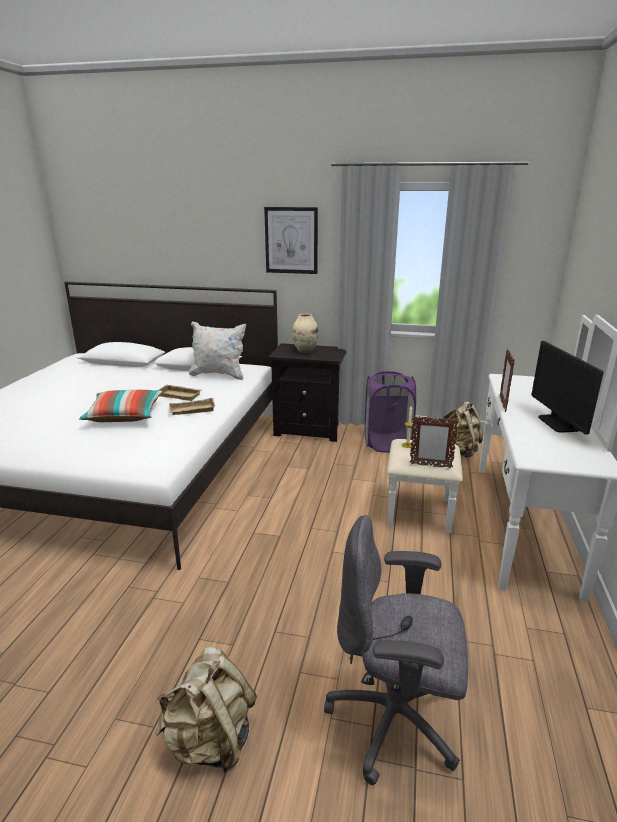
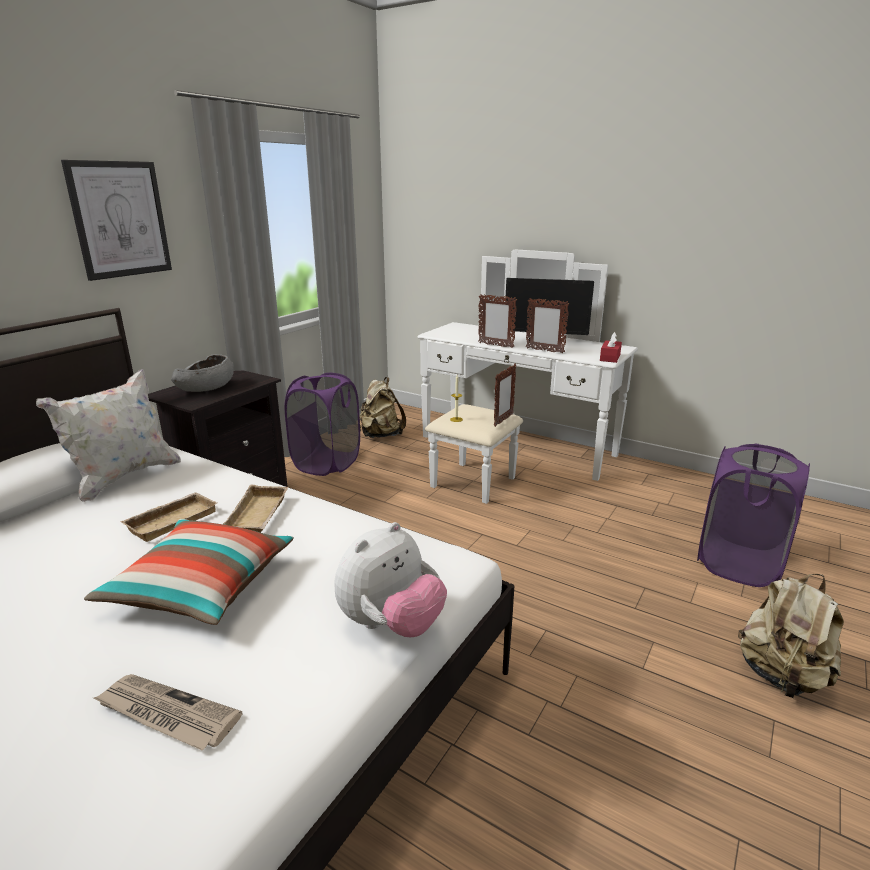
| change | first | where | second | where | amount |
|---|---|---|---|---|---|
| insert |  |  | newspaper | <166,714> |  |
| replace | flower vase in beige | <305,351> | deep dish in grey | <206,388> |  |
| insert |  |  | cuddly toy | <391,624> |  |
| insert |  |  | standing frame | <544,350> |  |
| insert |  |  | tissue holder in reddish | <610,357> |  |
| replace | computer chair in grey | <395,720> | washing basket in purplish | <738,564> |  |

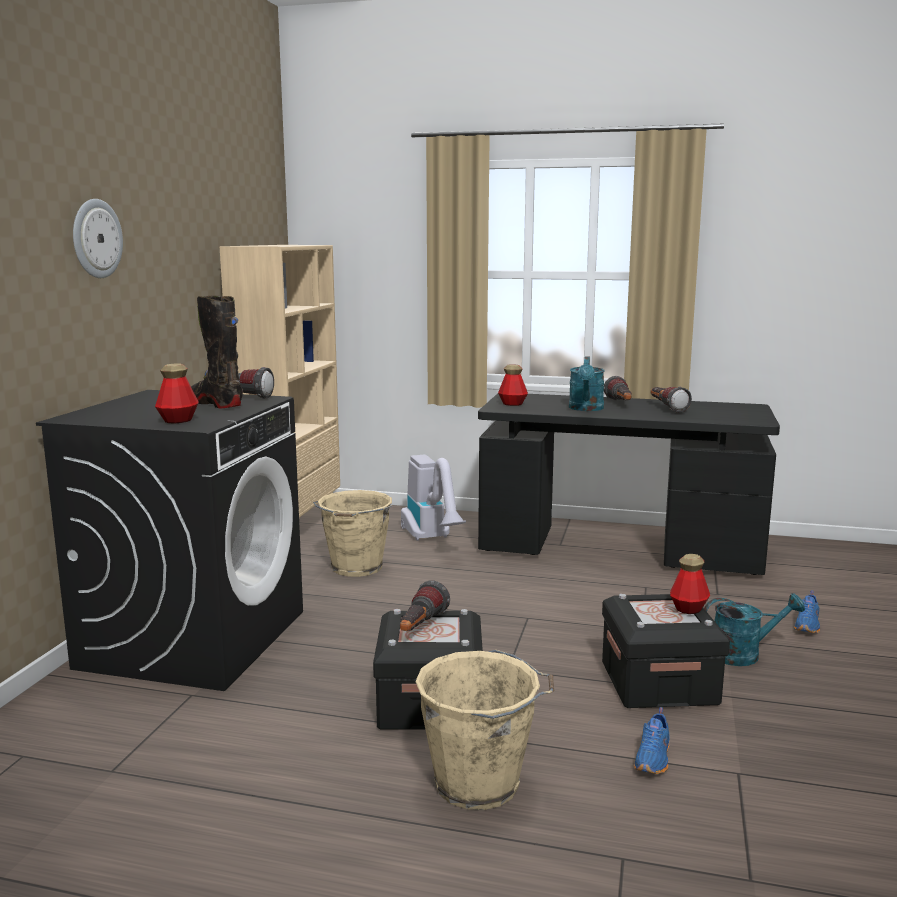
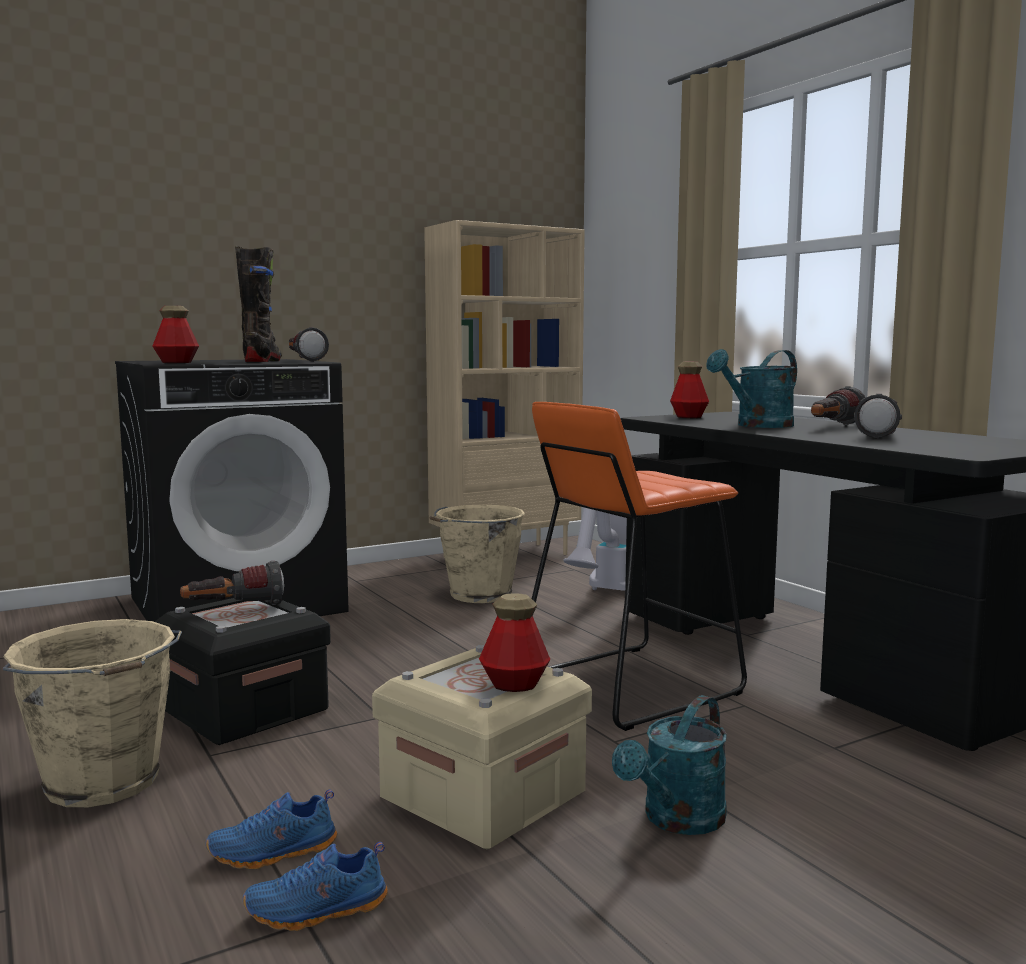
| change | first | where | second | where | amount |
|---|---|---|---|---|---|
| move | shoe in blue-coloured | <808,625> |  | <317,911> |  |
| recolor | storage box in blackish | <658,683> | storage box in beige | <483,795> |  |
| insert |  |  | stool seat in orangey | <629,684> |  |
| rotate | sprinkling can in turquoise | <743,654> |  | <677,821> | 90 degrees clockwise |
| delete | clock on the wall | <96,238> |  |  |  |

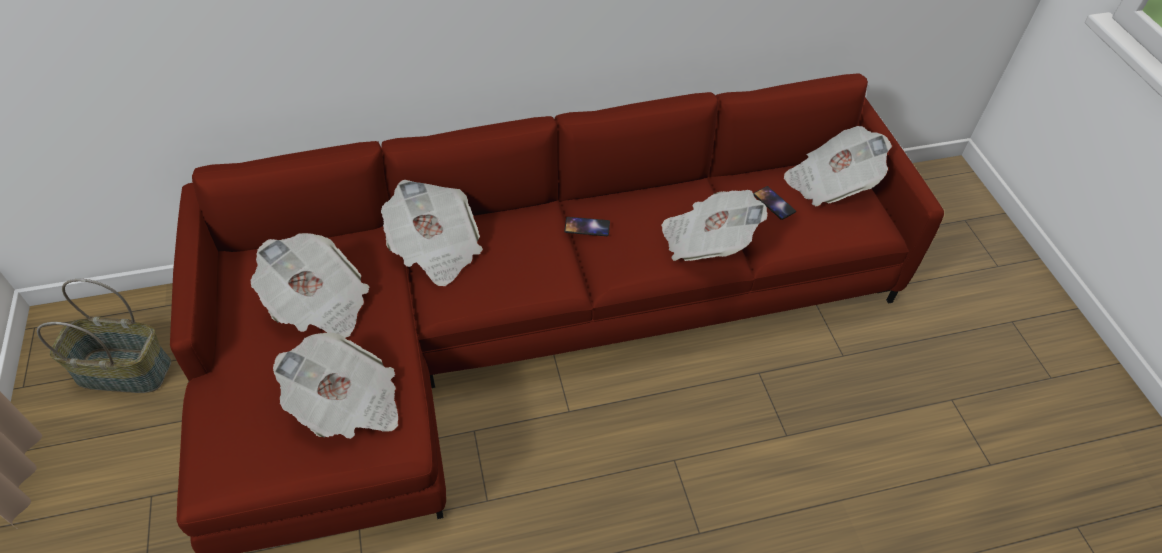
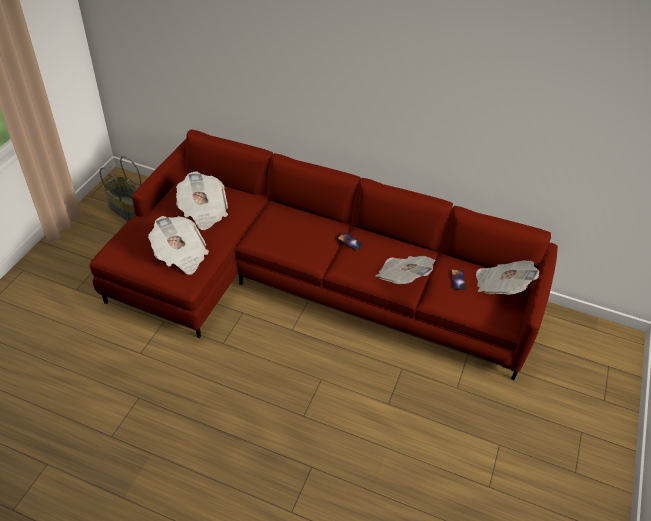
| change | first | where | second | where | amount |
|---|---|---|---|---|---|
| delete | newspaper | <435,248> |  |  |  |

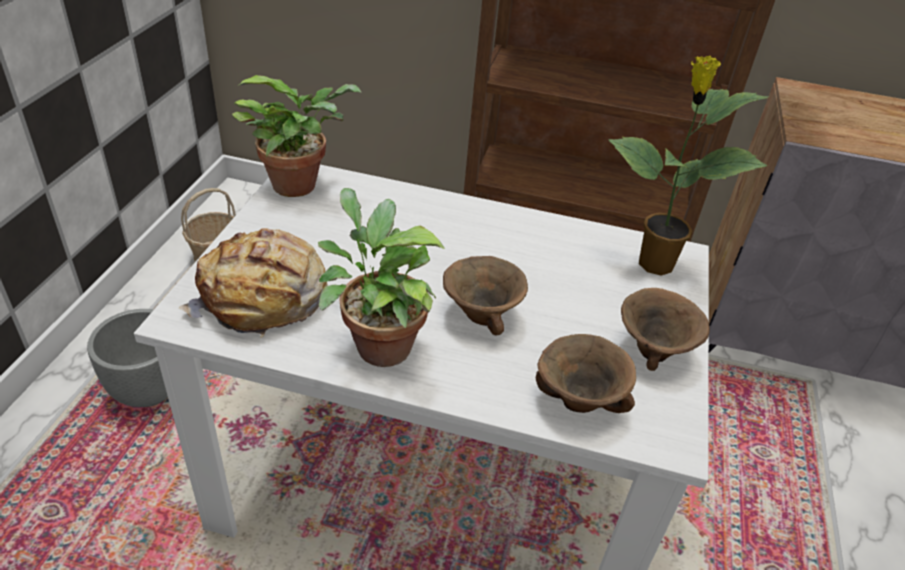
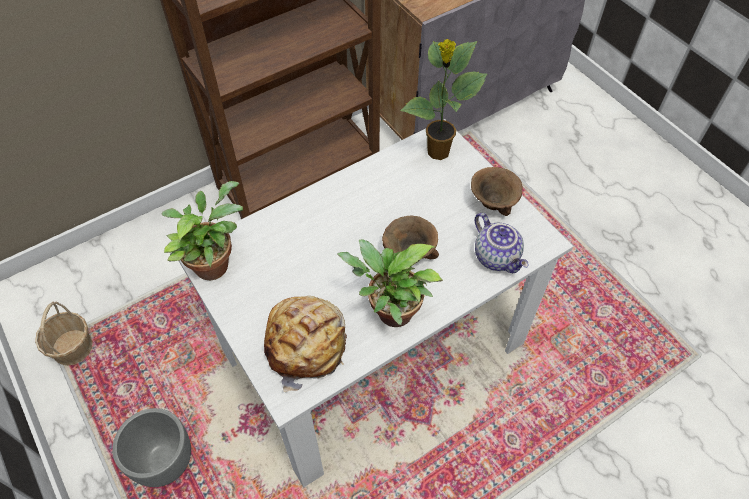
| change | first | where | second | where | amount |
|---|---|---|---|---|---|
| replace | deep dish in brown | <580,402> | tea pot | <497,257> |  |

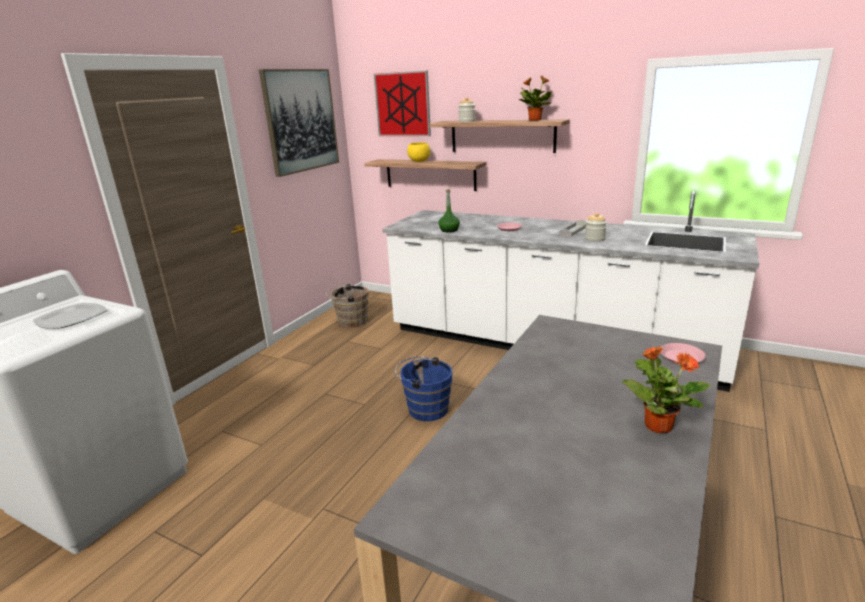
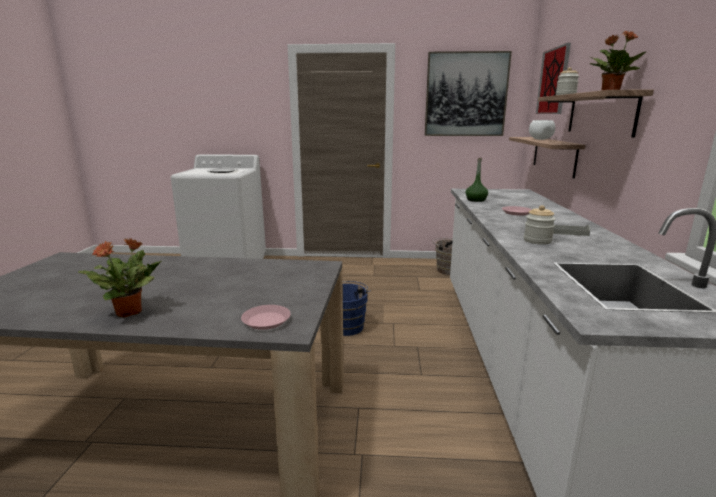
| change | first | where | second | where | amount |
|---|---|---|---|---|---|
| recolor | deep dish in yellowish | <419,161> | deep dish in white | <540,139> |  |

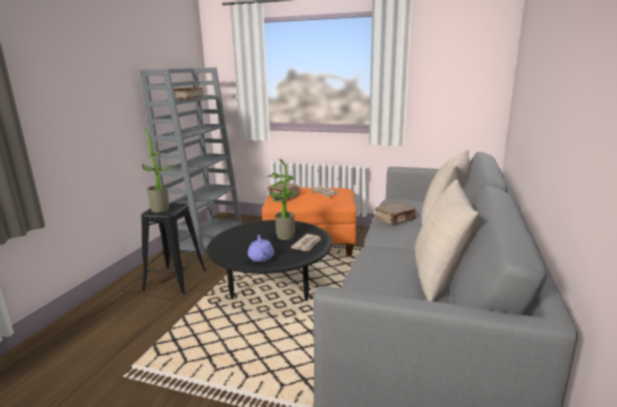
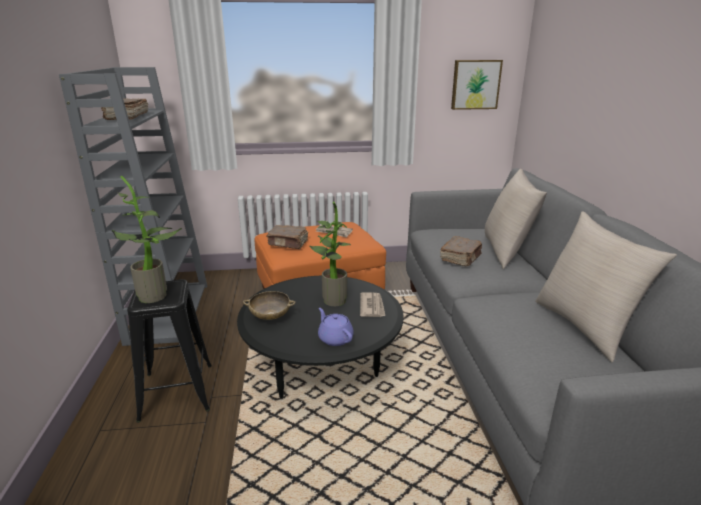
| change | first | where | second | where | amount |
|---|---|---|---|---|---|
| insert |  |  | deep dish in beige | <270,317> |  |
| insert |  |  | wall picture | <475,84> |  |

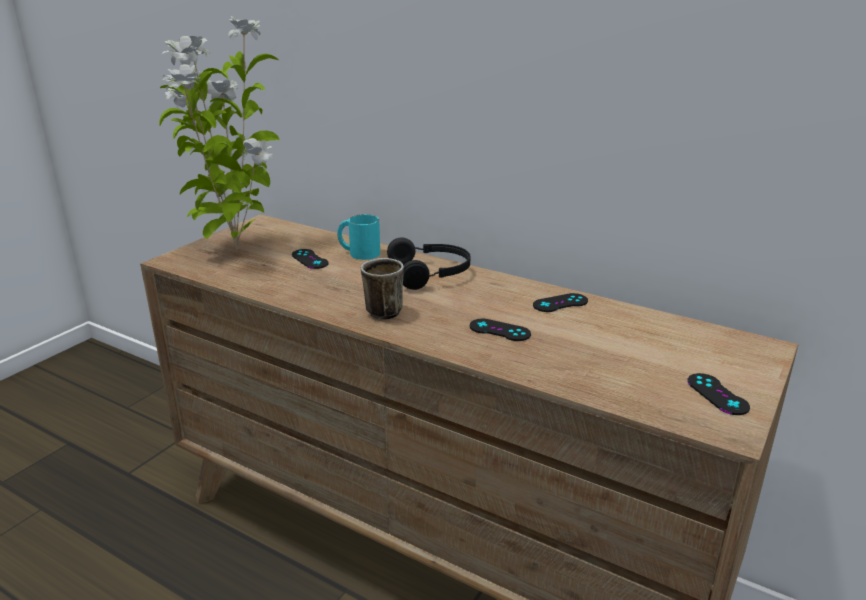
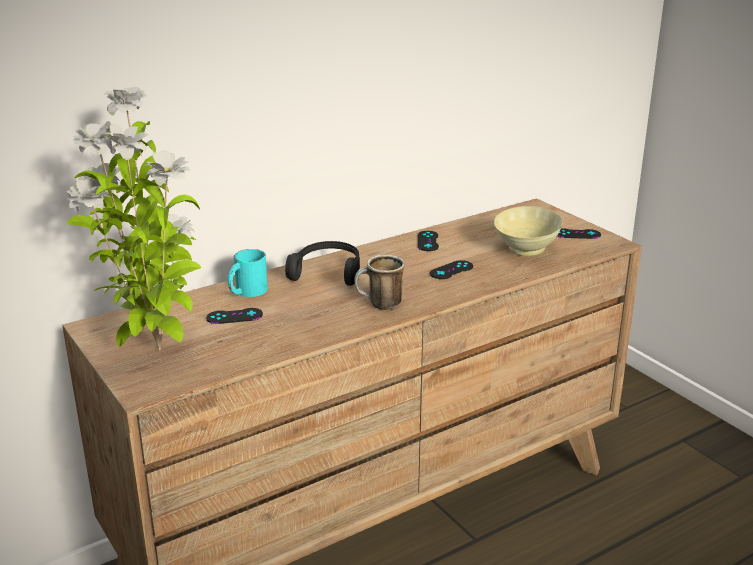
| change | first | where | second | where | amount |
|---|---|---|---|---|---|
| insert |  |  | deep dish in beige | <524,250> |  |

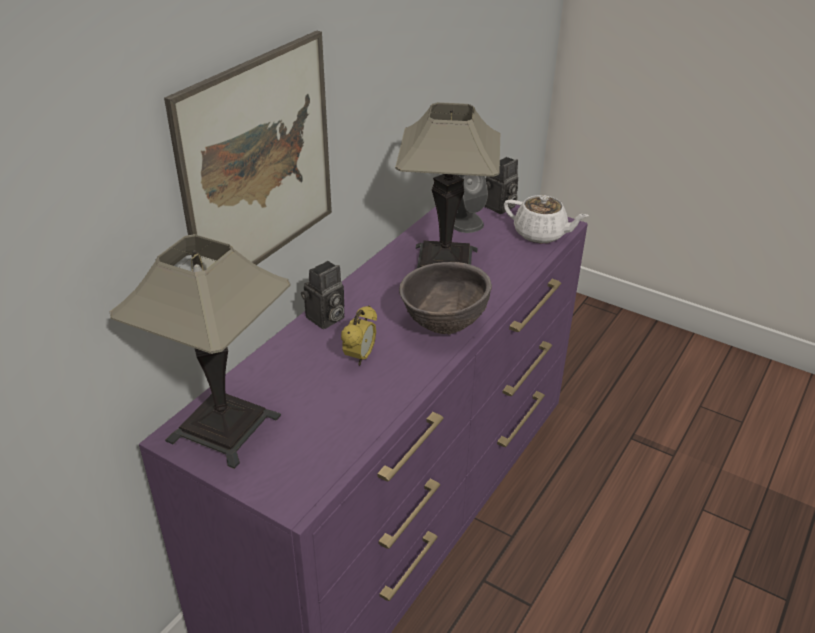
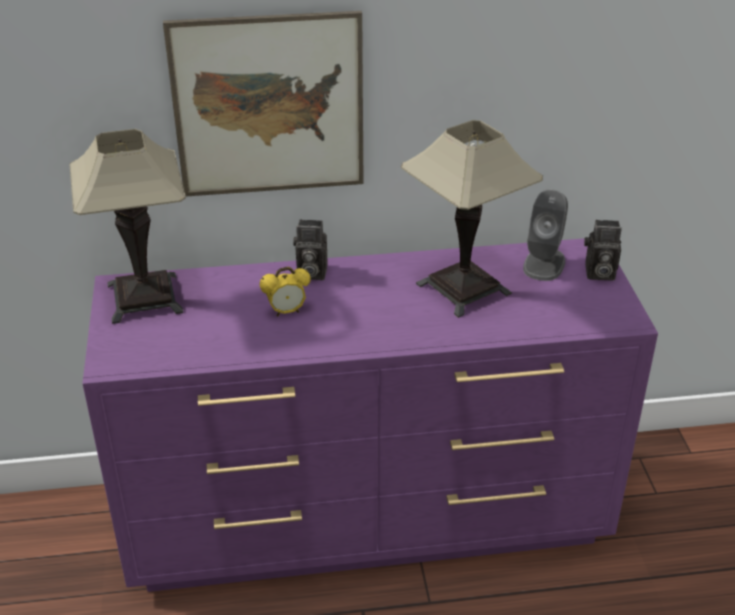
| change | first | where | second | where | amount |
|---|---|---|---|---|---|
| delete | deep dish in brown | <443,326> |  |  |  |
| delete | tea pot in white | <541,234> |  |  |  |

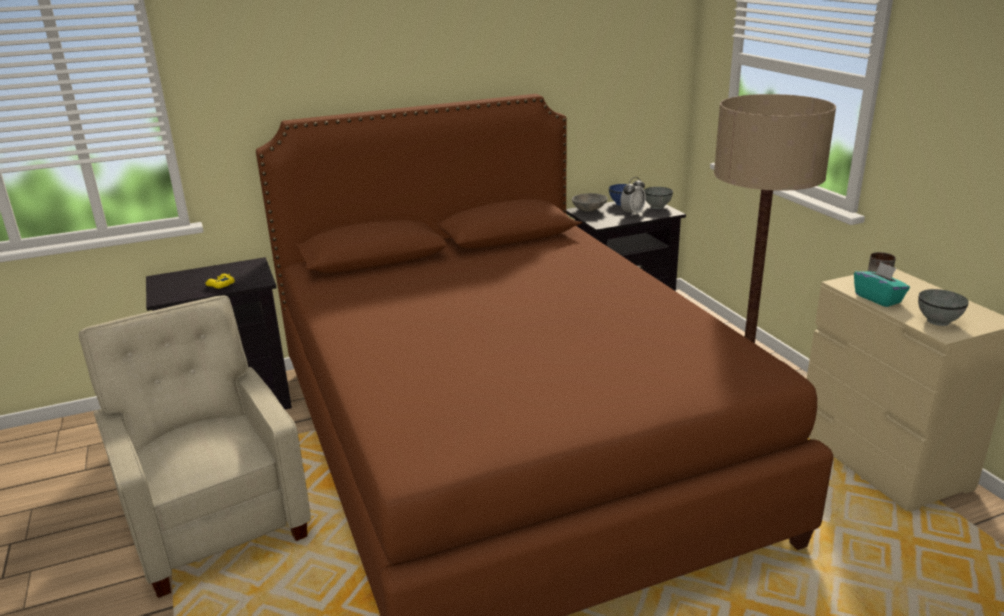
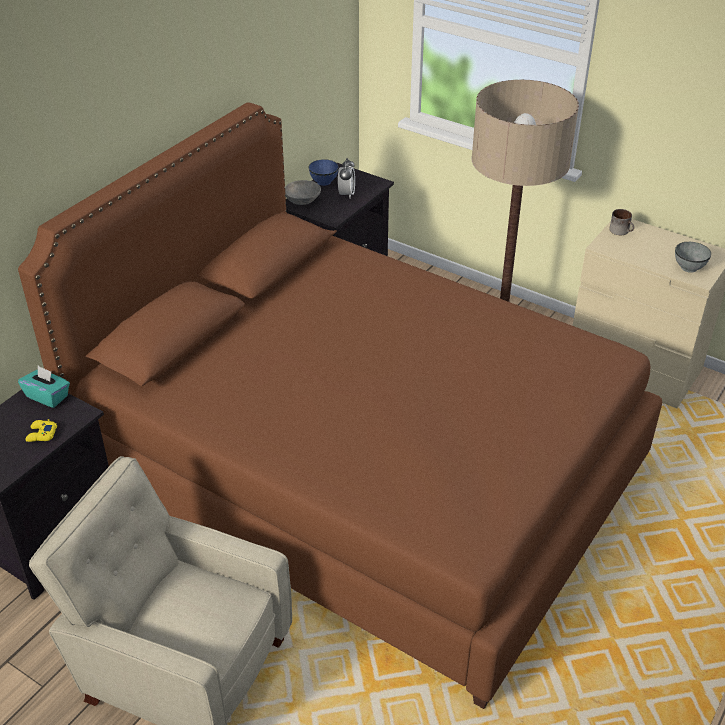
| change | first | where | second | where | amount |
|---|---|---|---|---|---|
| move | tissue holder in turquoise | <878,298> |  | <48,396> |  |
| delete | deep dish in grey | <657,207> |  |  |  |

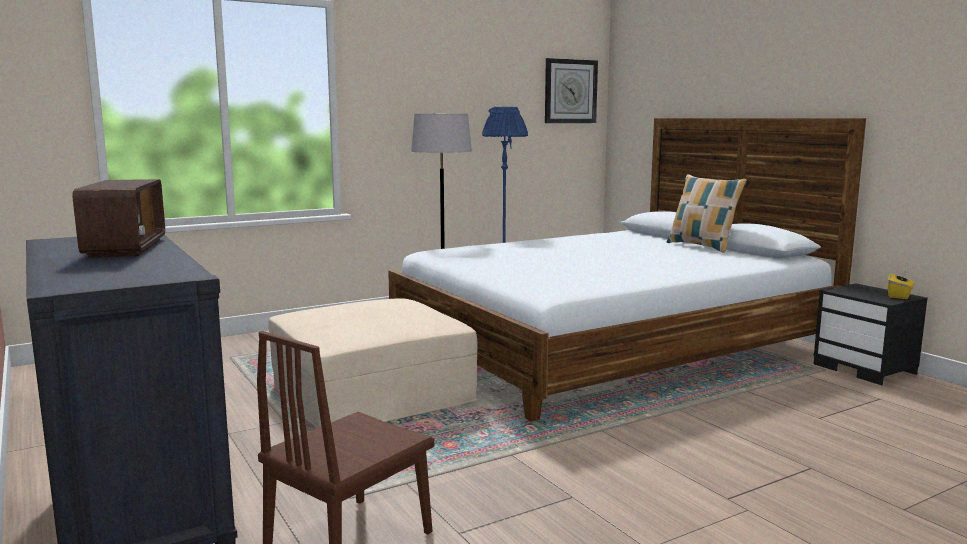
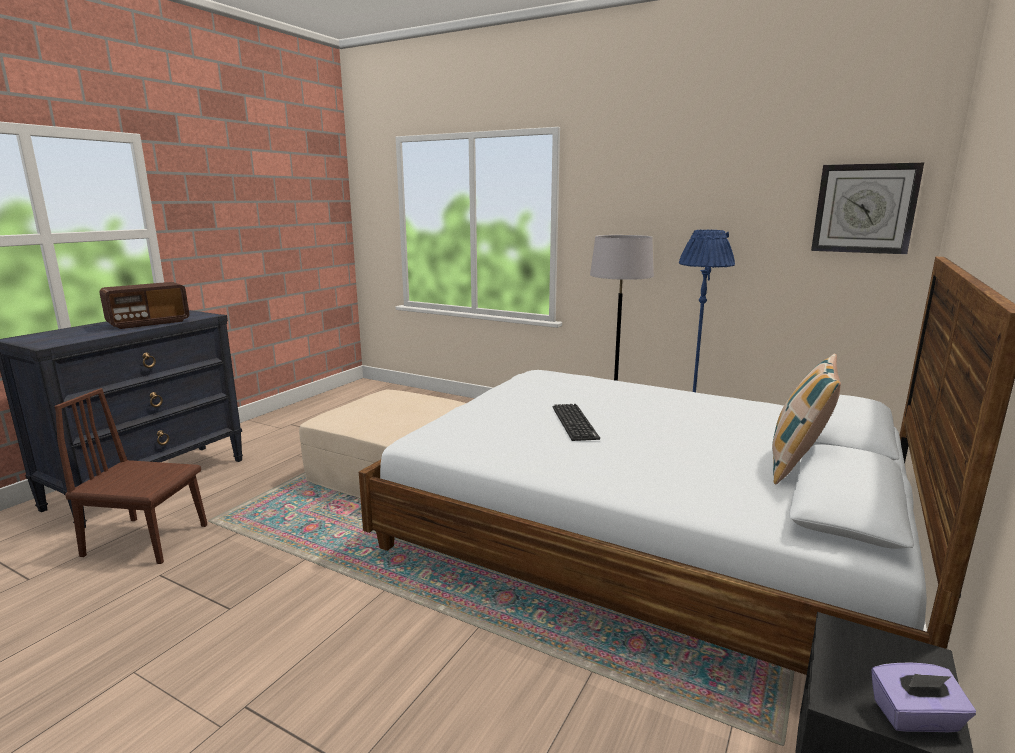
| change | first | where | second | where | amount |
|---|---|---|---|---|---|
| insert |  |  | PC keyboard | <574,422> |  |
| recolor | tissue holder in yellowish | <899,296> | tissue holder in purplish | <915,718> |  |

